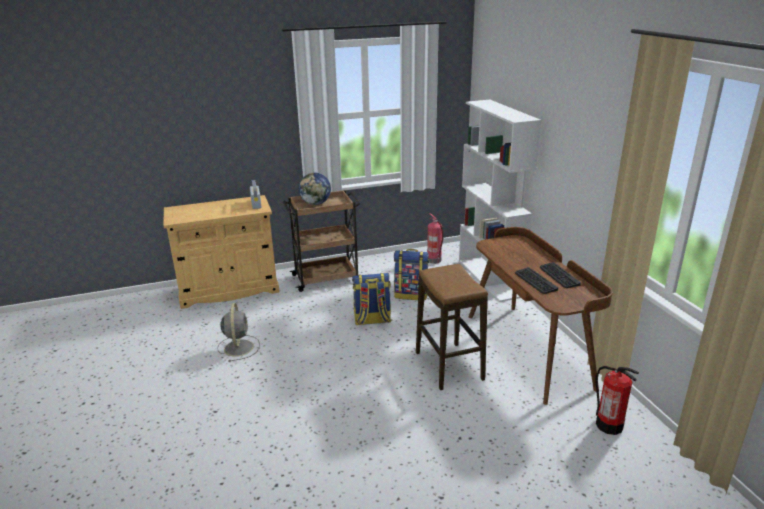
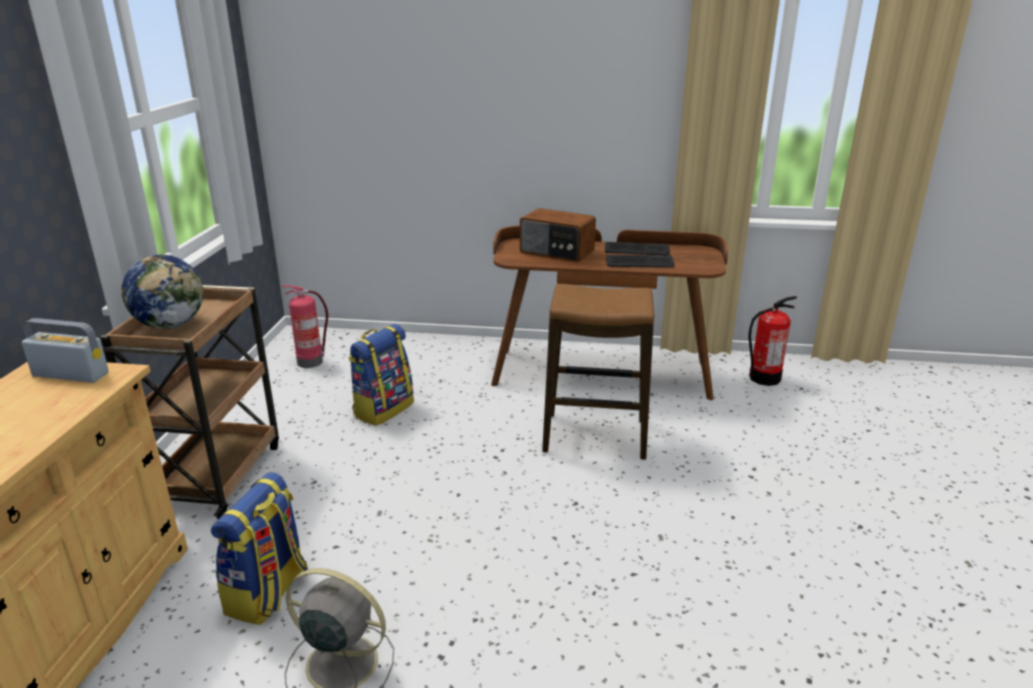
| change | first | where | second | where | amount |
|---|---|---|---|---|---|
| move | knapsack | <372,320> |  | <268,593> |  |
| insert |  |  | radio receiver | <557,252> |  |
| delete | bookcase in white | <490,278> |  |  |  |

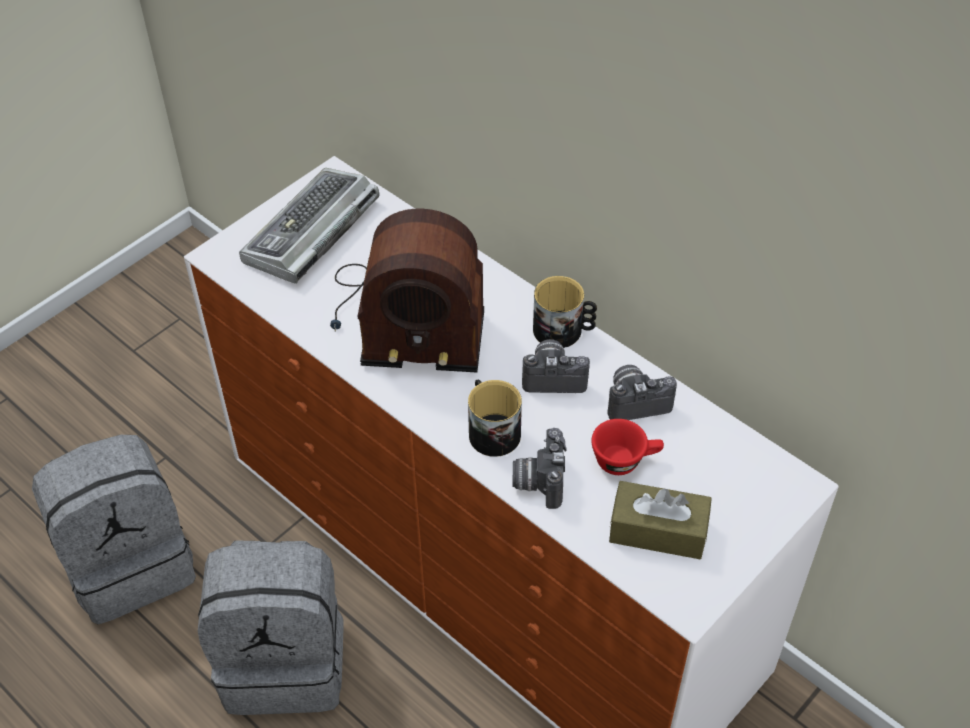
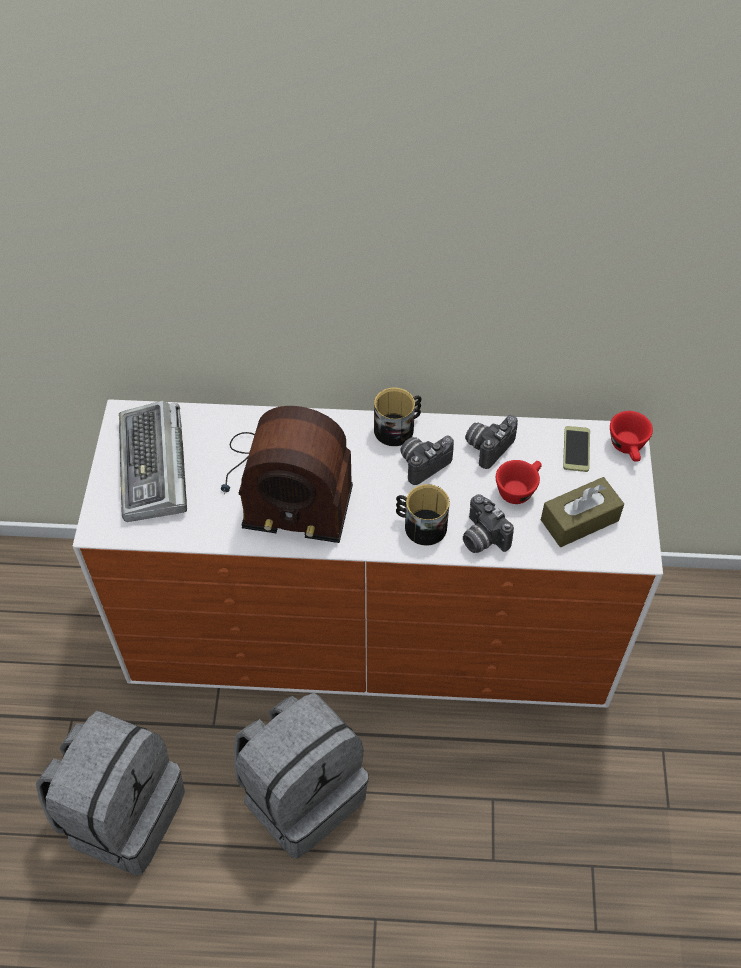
| change | first | where | second | where | amount |
|---|---|---|---|---|---|
| rotate | radio receiver | <406,317> |  | <286,485> | 45 degrees clockwise |
| insert |  |  | phone | <576,449> |  |
| insert |  |  | drinking cup in reddish | <628,448> |  |

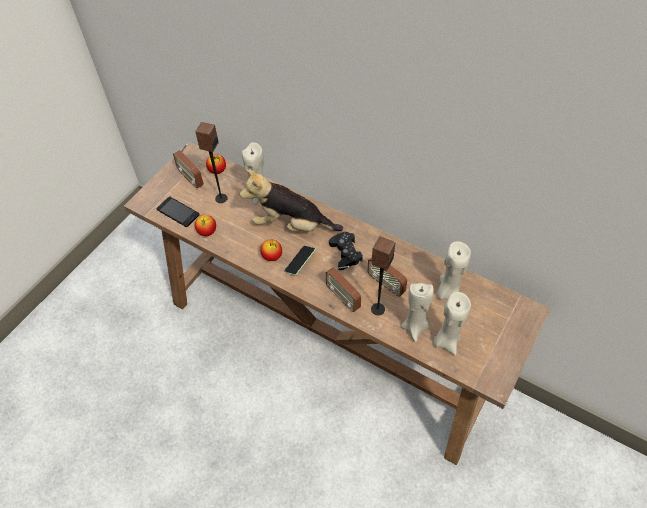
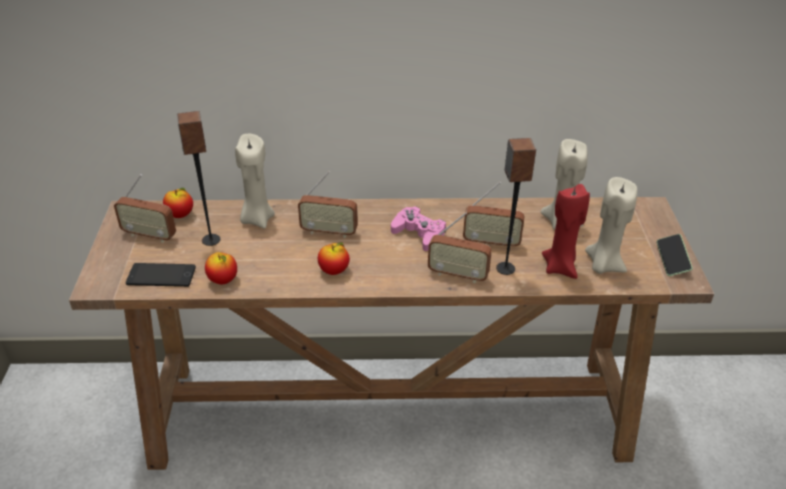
| change | first | where | second | where | amount |
|---|---|---|---|---|---|
| replace | cuddly toy | <292,225> | radio receiver | <329,232> |  |
| recolor | gamepad in blackish | <345,253> | gamepad in pink | <419,233> |  |
| recolor | wax light in beige | <415,327> | wax light in reddish | <560,267> |  |
| move | phone | <300,263> |  | <672,260> |  |

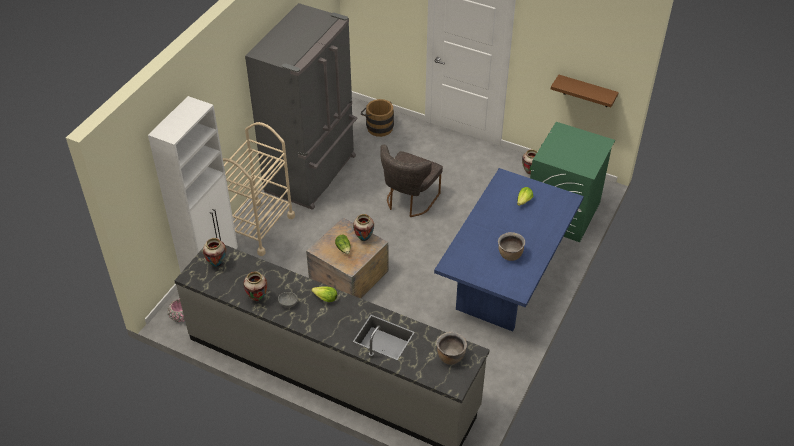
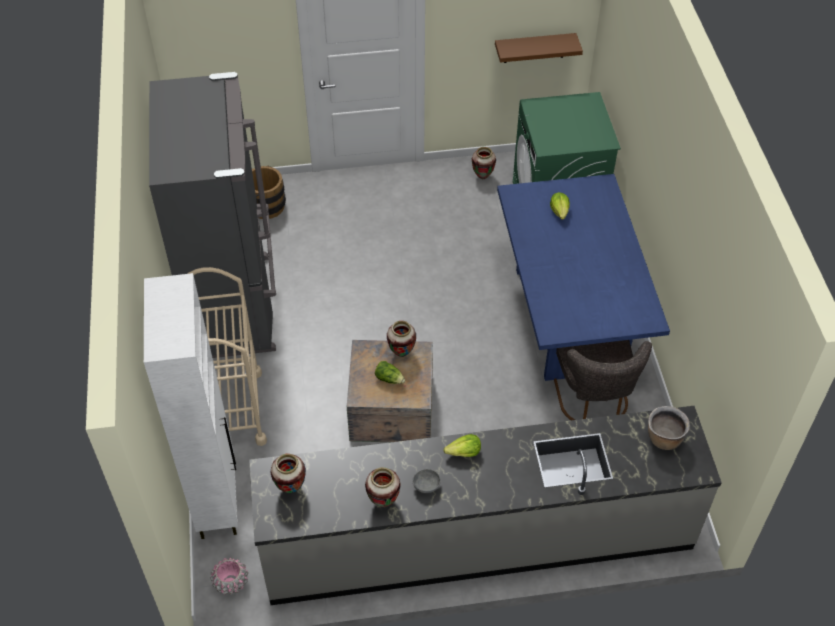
| change | first | where | second | where | amount |
|---|---|---|---|---|---|
| move | plain chair in grey | <409,201> |  | <593,402> |  |
| delete | saucepot in brown | <510,255> |  |  |  |

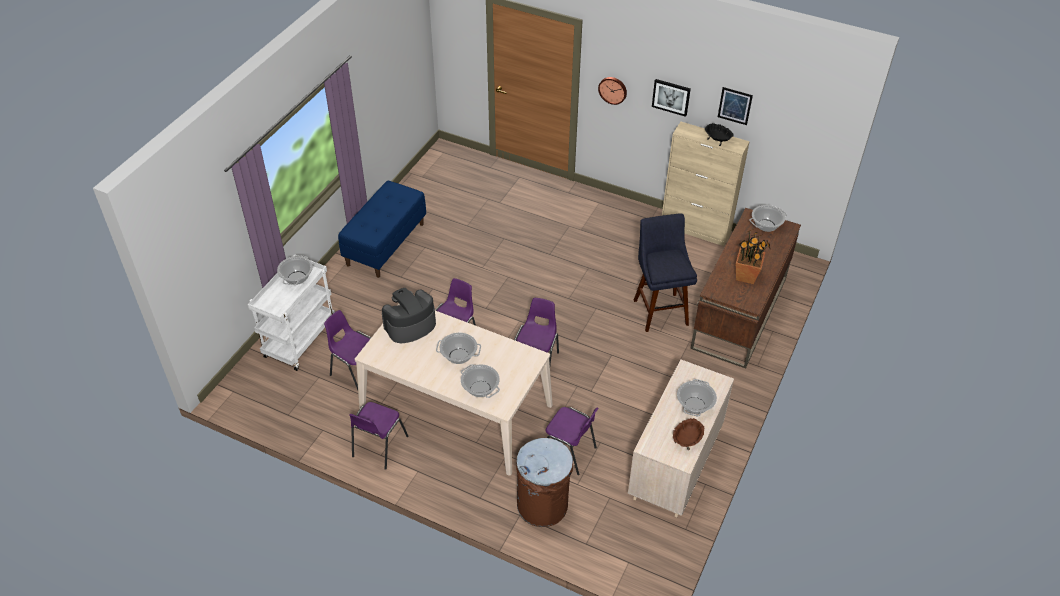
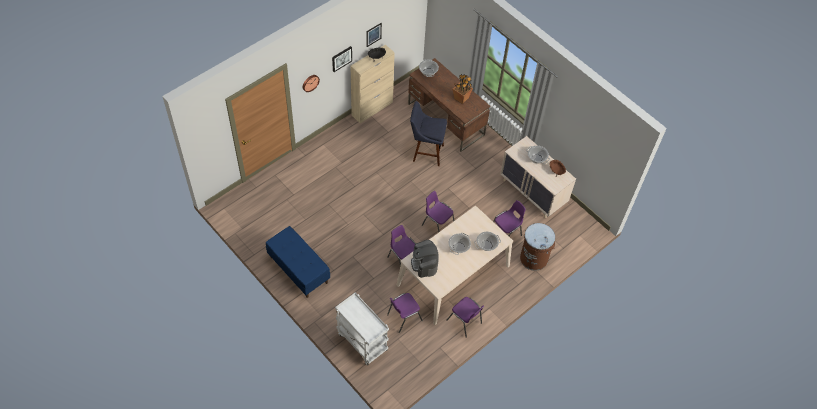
| change | first | where | second | where | amount |
|---|---|---|---|---|---|
| delete | saucepot | <297,278> |  |  |  |

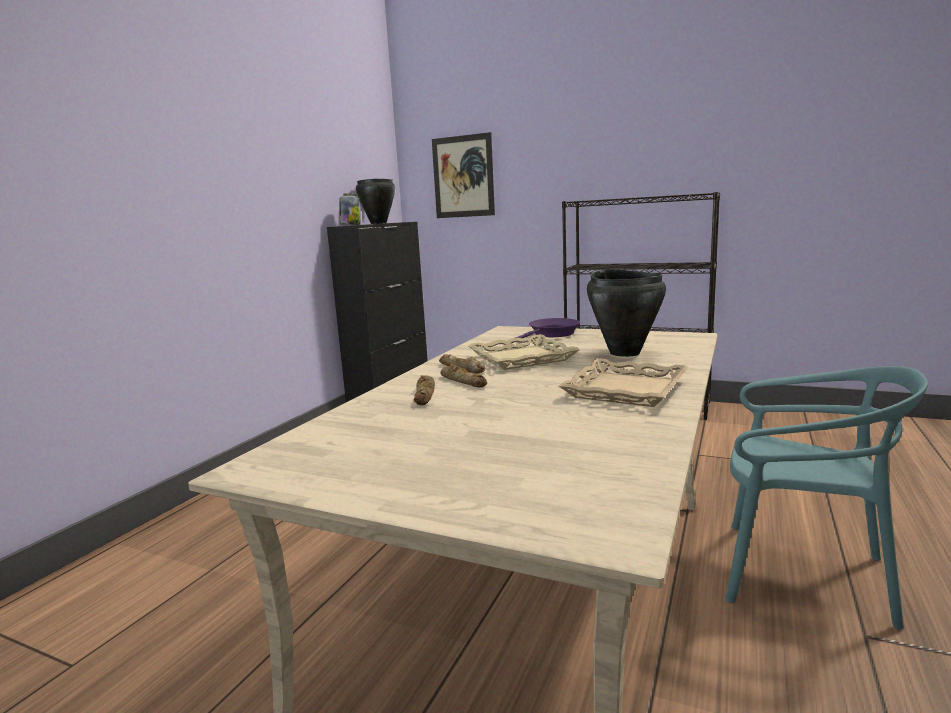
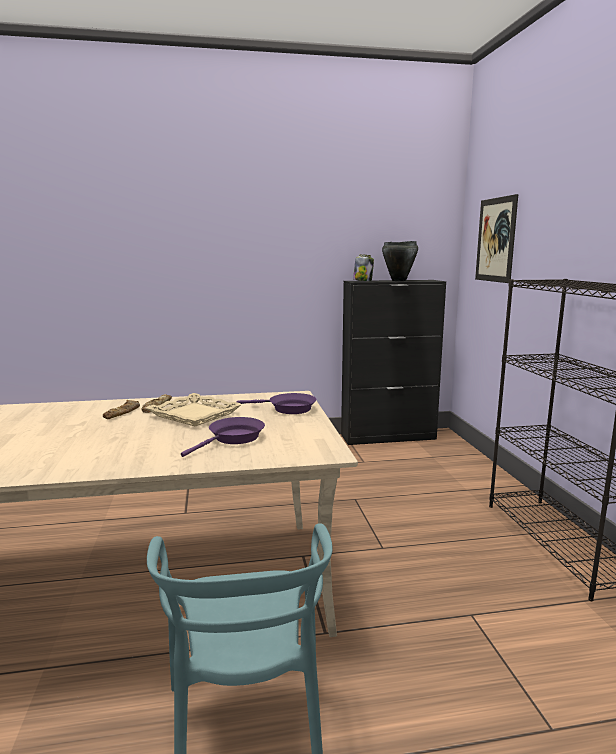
| change | first | where | second | where | amount |
|---|---|---|---|---|---|
| replace | saucepot in blackish | <624,353> | skillet in purplish | <233,438> |  |
| delete | bread | <425,395> |  |  |  |
| delete | serving tray in beige | <626,390> |  |  |  |

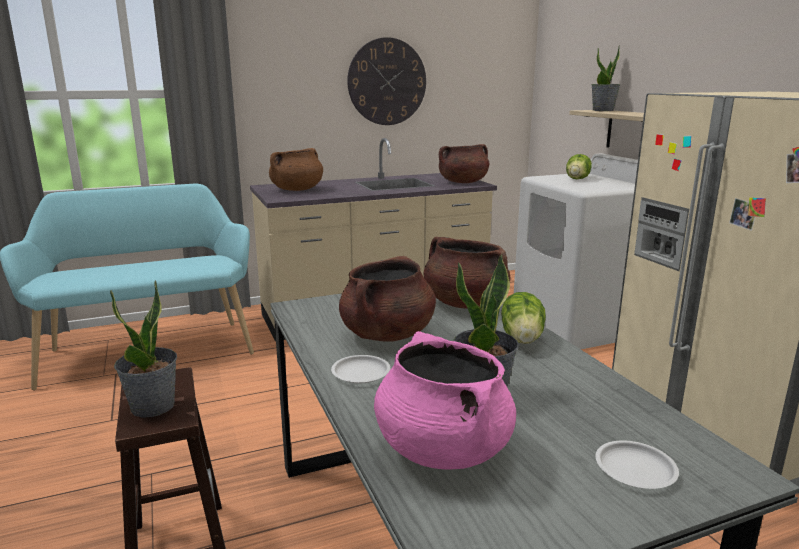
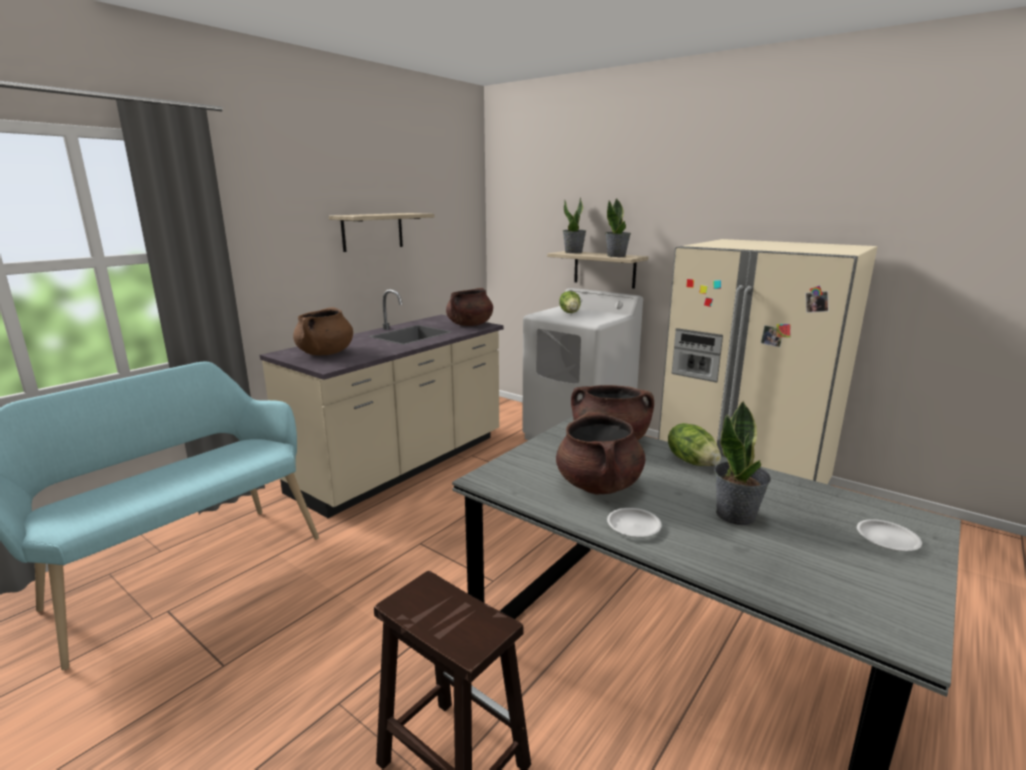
| change | first | where | second | where | amount |
|---|---|---|---|---|---|
| replace | clock on the wall | <387,82> | bracket shelf | <372,231> |  |
| move | houseplant | <153,406> |  | <616,256> |  |
| delete | saucepot in pink | <442,448> |  |  |  |

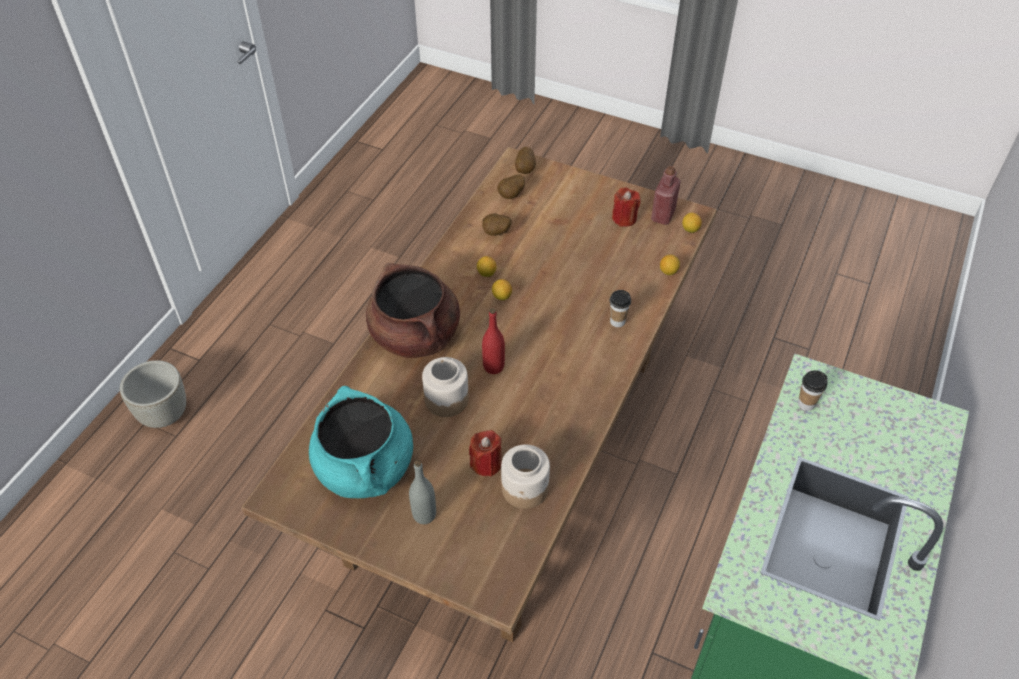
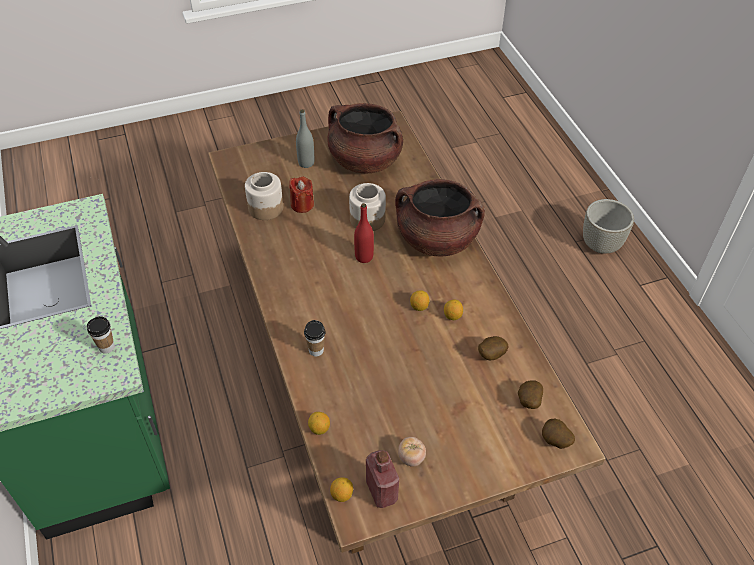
| change | first | where | second | where | amount |
|---|---|---|---|---|---|
| recolor | saucepot in turquoise | <365,468> | saucepot in brown | <364,160> |  |
| replace | wax light in reddish | <624,218> | tomato | <411,457> |  |

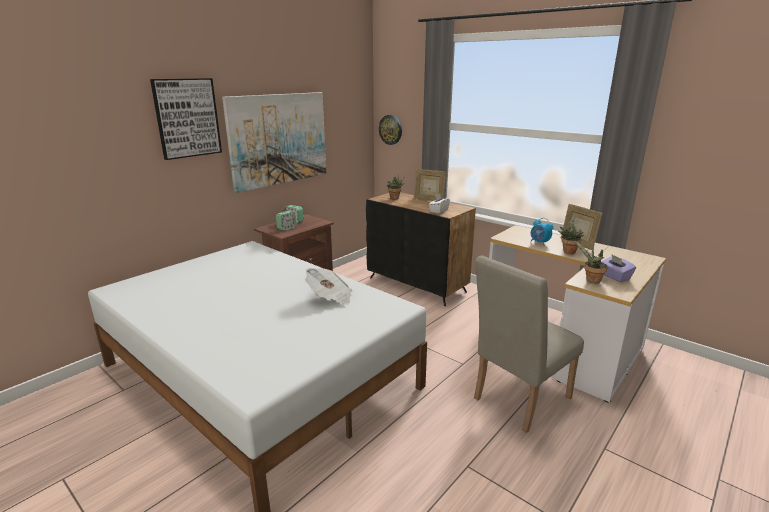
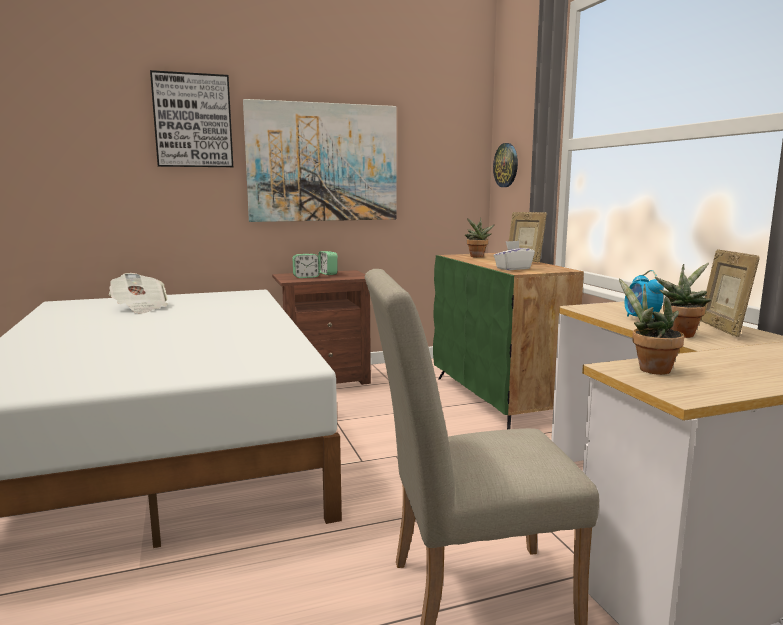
| change | first | where | second | where | amount |
|---|---|---|---|---|---|
| move | newspaper | <330,297> |  | <140,308> |  |
| recolor | storage cabinet in blackish | <417,285> | storage cabinet in green | <497,398> |  |
| delete | tissue holder in purplish | <614,277> |  |  |  |

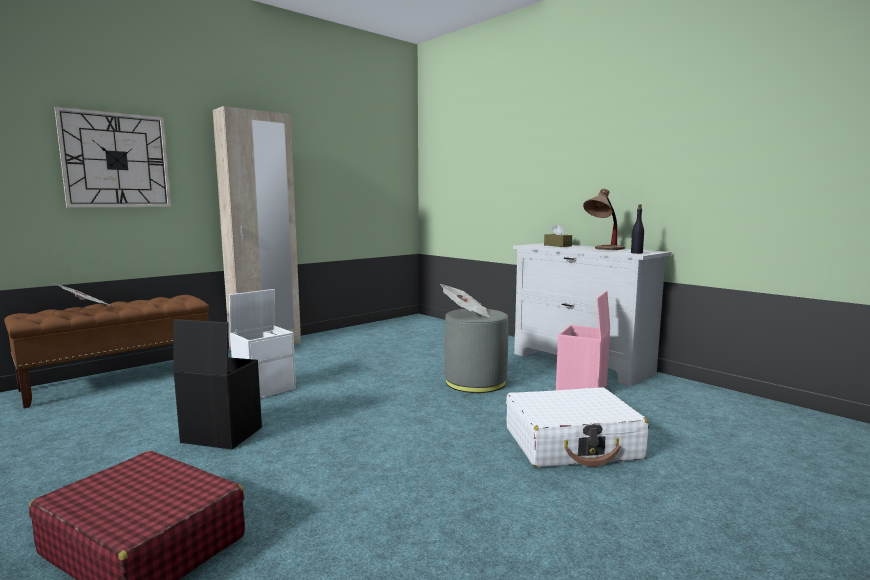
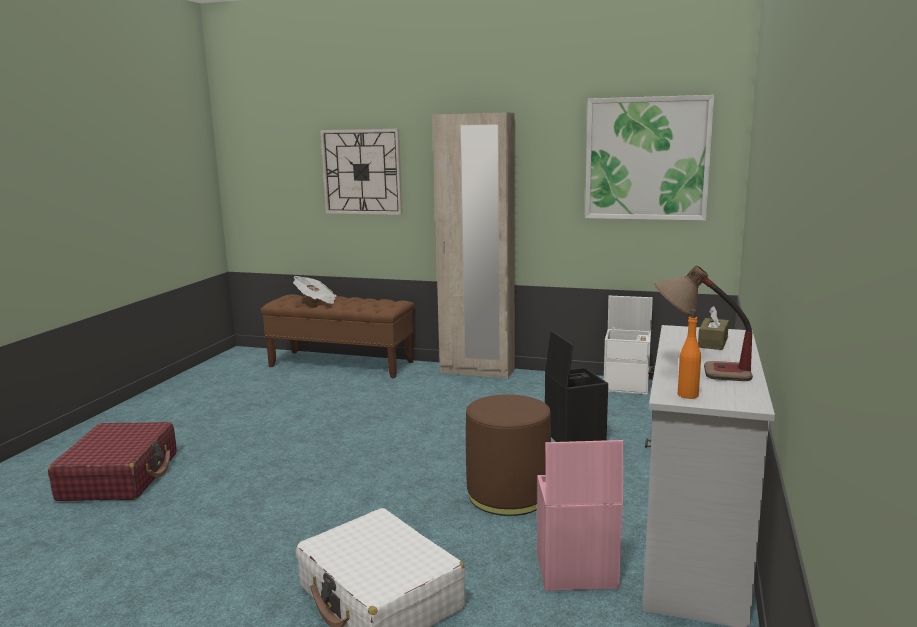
| change | first | where | second | where | amount |
|---|---|---|---|---|---|
| recolor | ottoman in grey | <475,382> | ottoman in brown | <508,495> |  |
| move | storage box in blackish | <220,435> |  | <573,437> |  |
| insert |  |  | wall picture | <647,159> |  |
| move | storage box in white | <265,389> |  | <627,386> |  |
| recolor | drink bottle in blackish | <636,253> | drink bottle in orangey | <687,395> |  |
| delete | newspaper | <465,314> |  |  |  |

